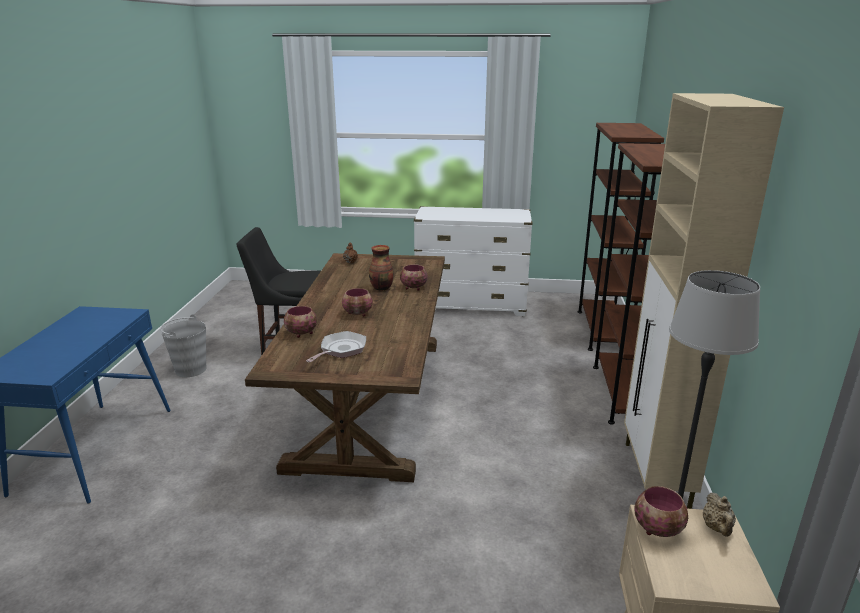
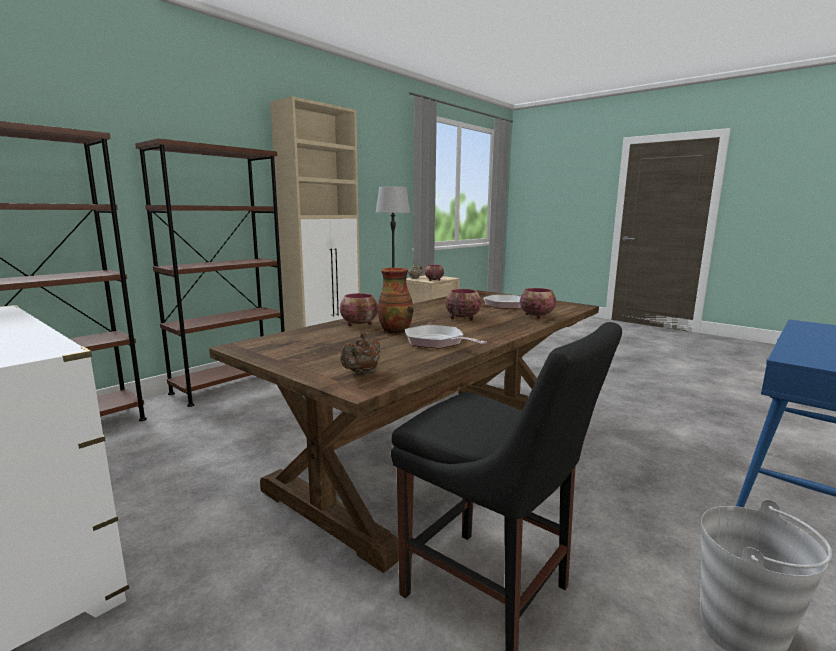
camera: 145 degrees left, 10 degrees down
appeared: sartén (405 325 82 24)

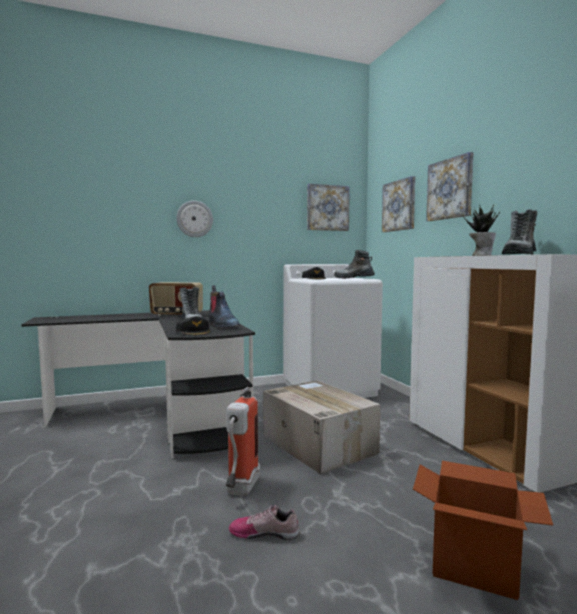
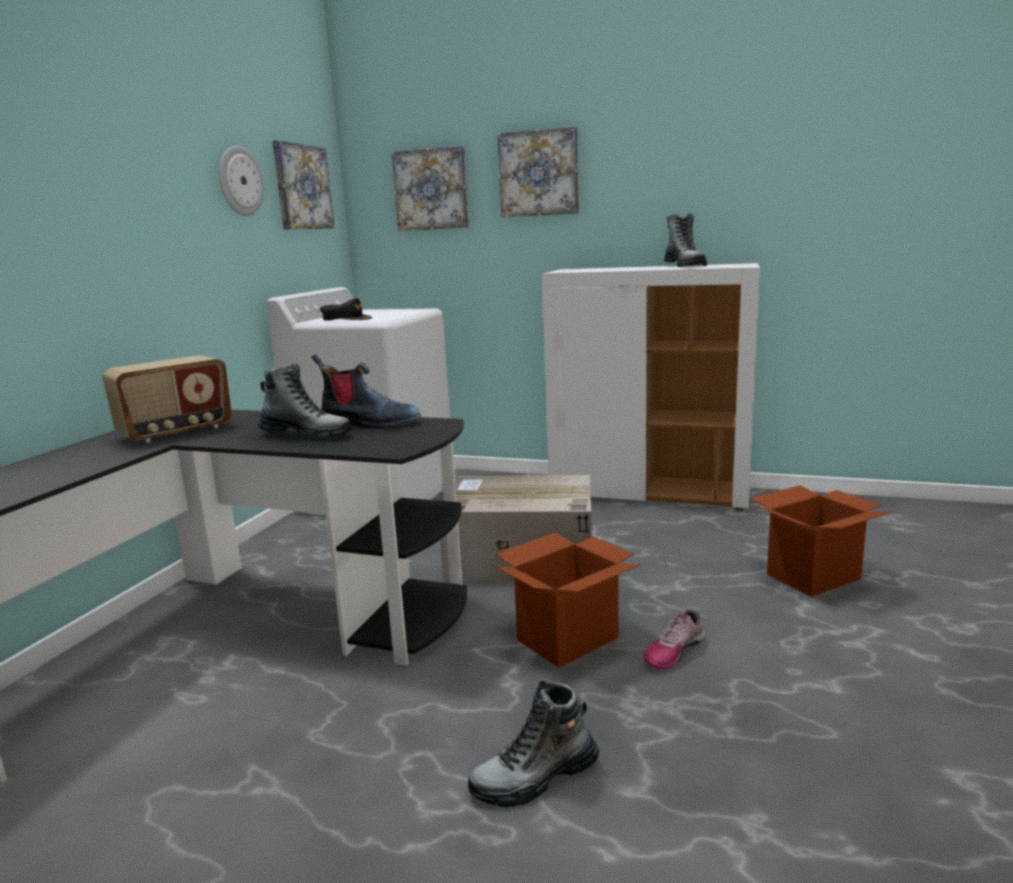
camera: 50 degrees left, 10 degrees up
missing: gorra (negro) (176 316 35 20); planta en maceta (463 205 37 51)
relocated: reloj de pared (176 200 37 37) to (219 146 45 70); bota (334 250 41 29) to (468 679 131 128)
exchanged: extintor (226 387 34 109) to caja de cartón (495 532 146 136)

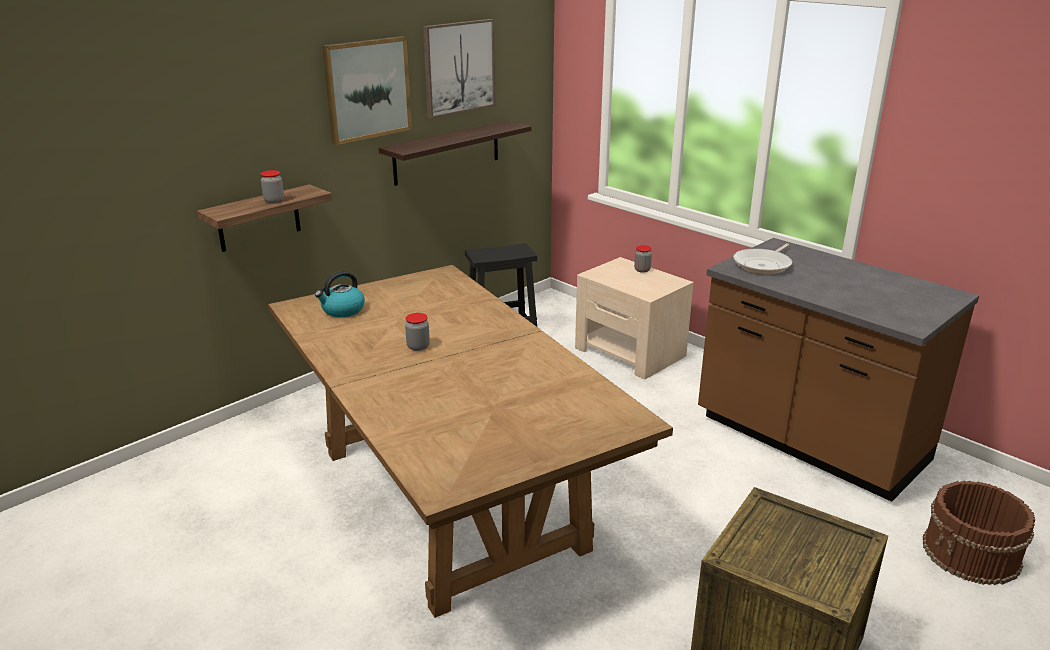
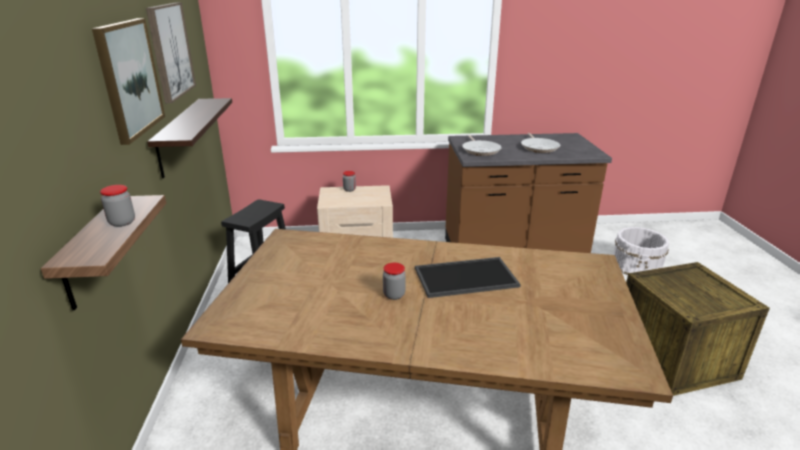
camera: 50 degrees left, 0 degrees up
missing: hervidor (315 271 50 46)
appeared: bandeja (415 257 106 41); sartén (521 133 39 20)
colour: cubo (marrón) (922 480 114 105) to cubo (blanco) (613 227 56 48)

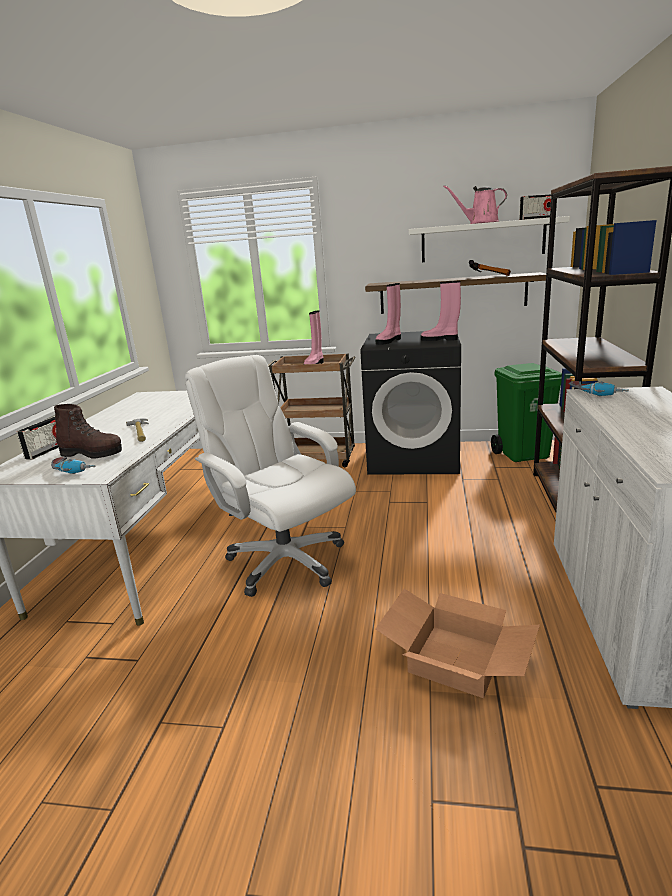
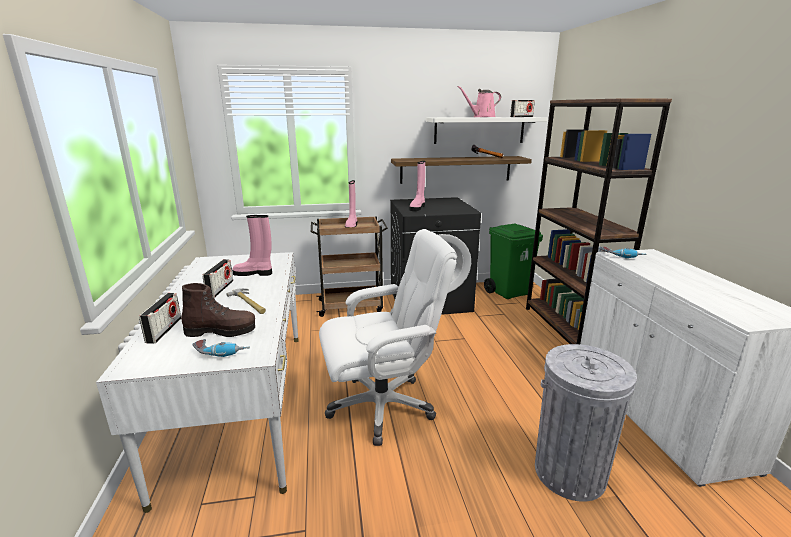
camera: 20 degrees left, 0 degrees up
appeared: radio (203 259 30 39)
relocated: bota (rosa) (421 281 40 60) to (232 215 40 61)
exchanged: caja de cartón (376 589 164 109) to papelera (gris) (535 344 102 158)
spun: silla de oficina (blanco) (185 355 171 242) = (319 229 138 217) 135 degrees clockwise

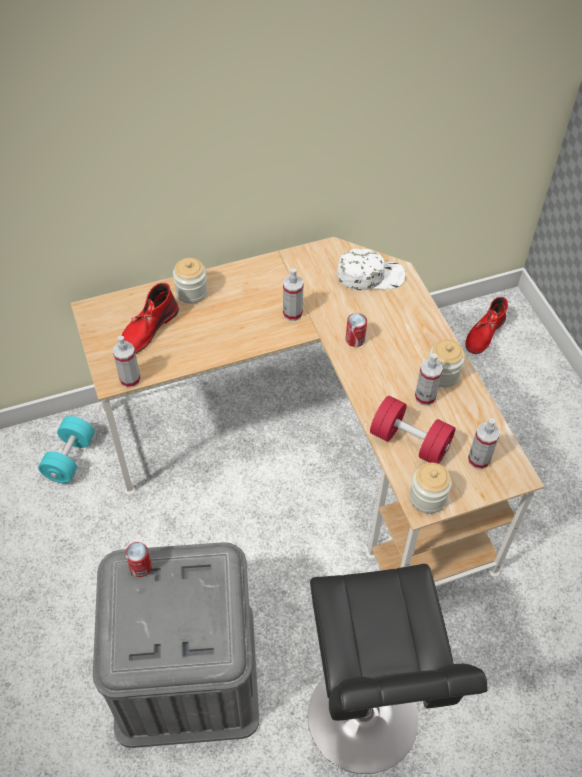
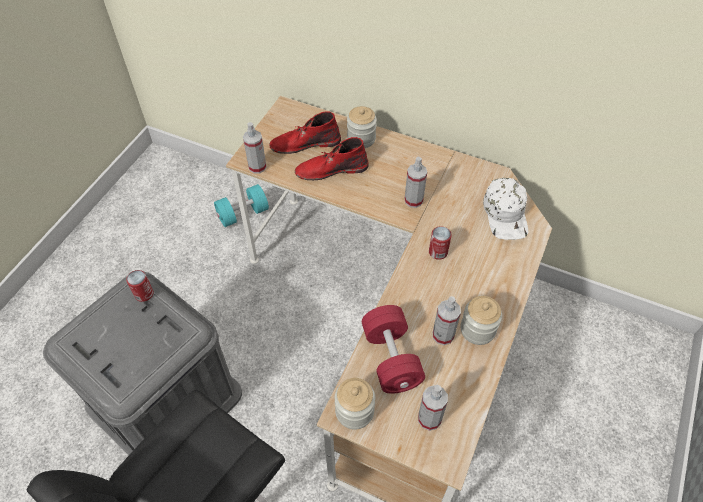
camera: 45 degrees right, 0 degrees up
relocated: bota (rojo) (465 297 43 57) to (295 137 73 43)
spun: gorra (blanco) (337 249 68 41) = (483 178 45 62) 45 degrees clockwise

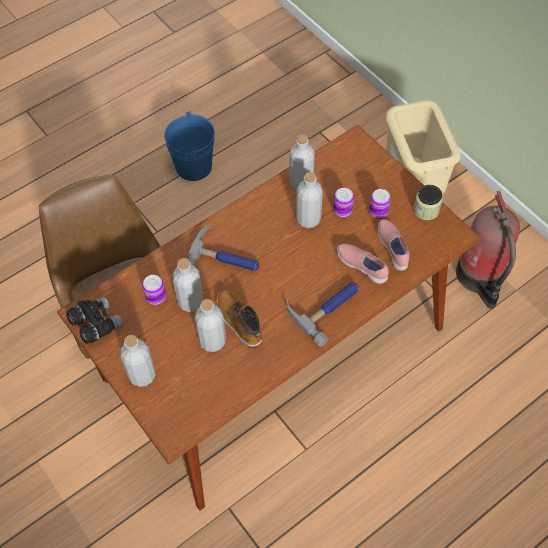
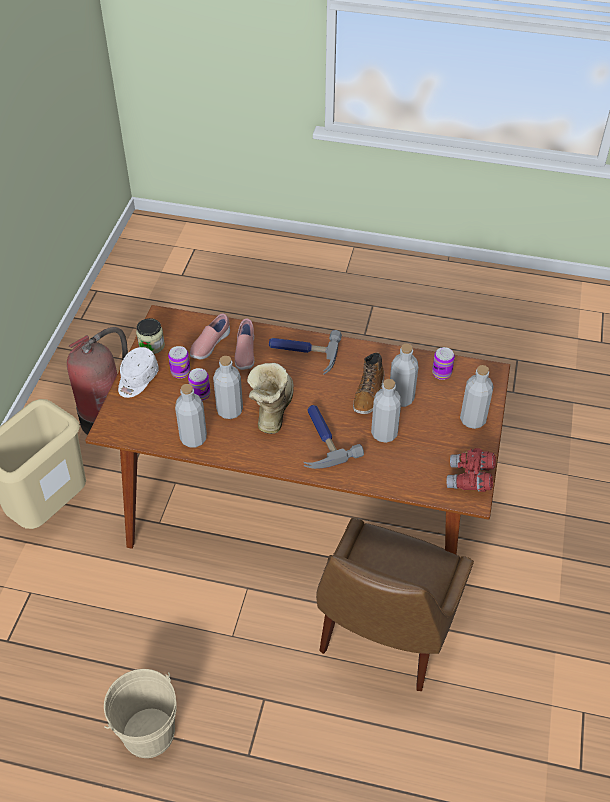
camera: 130 degrees left, 10 degrees down
appeared: gorra (blanco) (118 347 41 51); bota (247 363 47 71)
relocated: lata (142 275 24 30) to (432 347 23 33)
colour: prismáticos (negro) (66 297 57 47) to prismáticos (rojo) (446 448 50 44); cubo (azul) (164 111 51 70) to cubo (beis) (104 669 73 89)

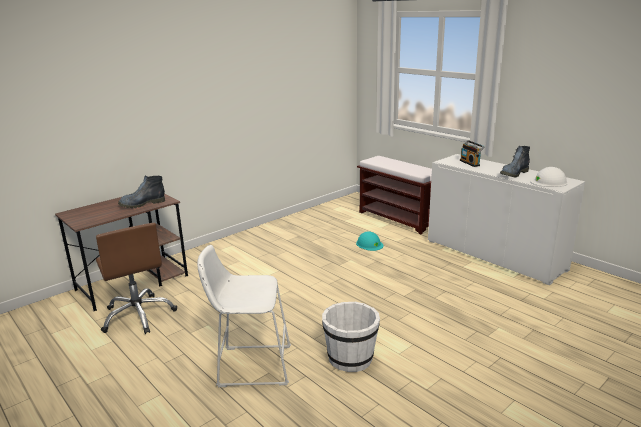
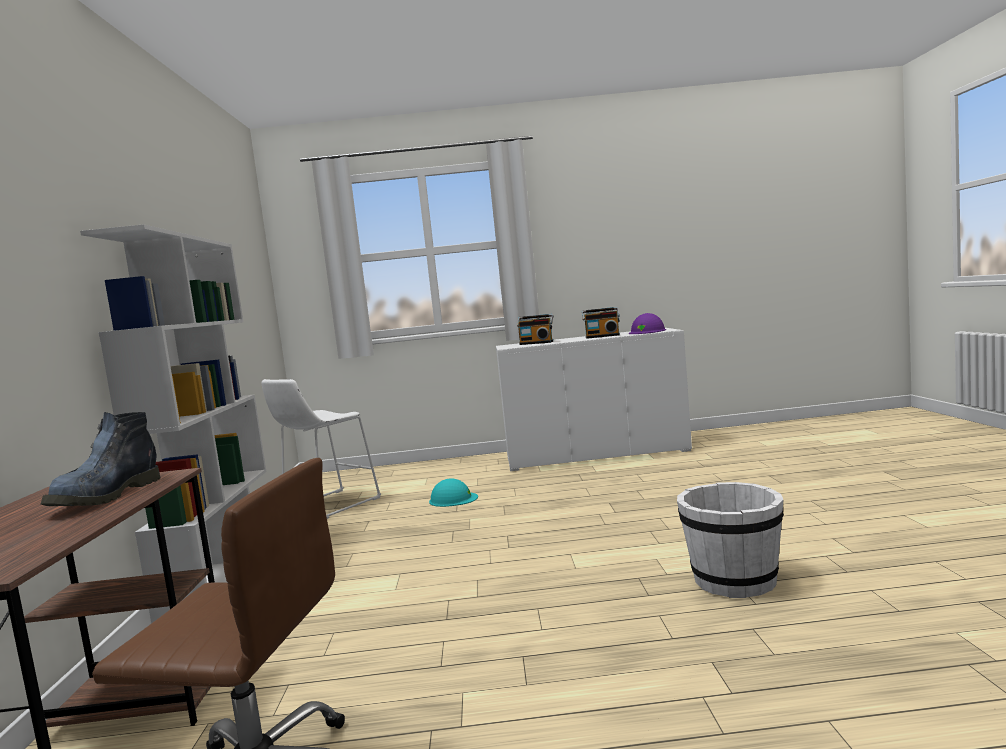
camera: 50 degrees left, 15 degrees down
missing: banco (marrón) (357 156 75 78)
appeared: estantería (blanco) (80 224 187 399)
relocated: taburete (blanco) (197 245 94 142) to (262 379 119 140)
exchanged: bota (500 146 30 31) to radio (582 307 38 32)
colour: casco (blanco) (530 167 38 20) to casco (morado) (629 313 37 21)

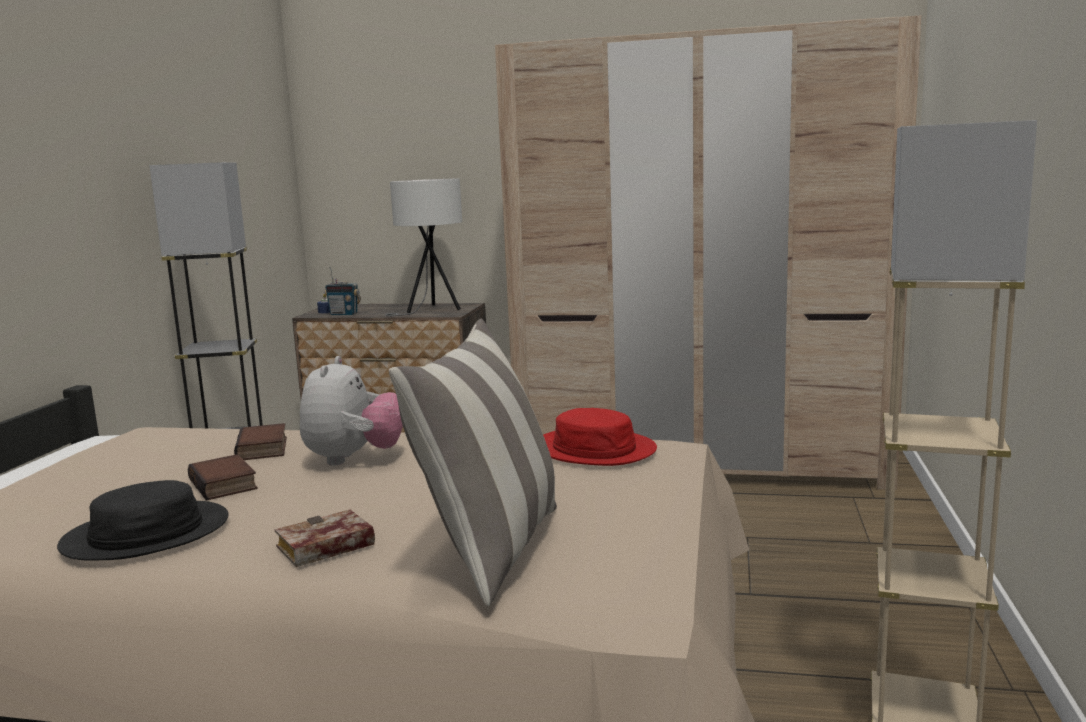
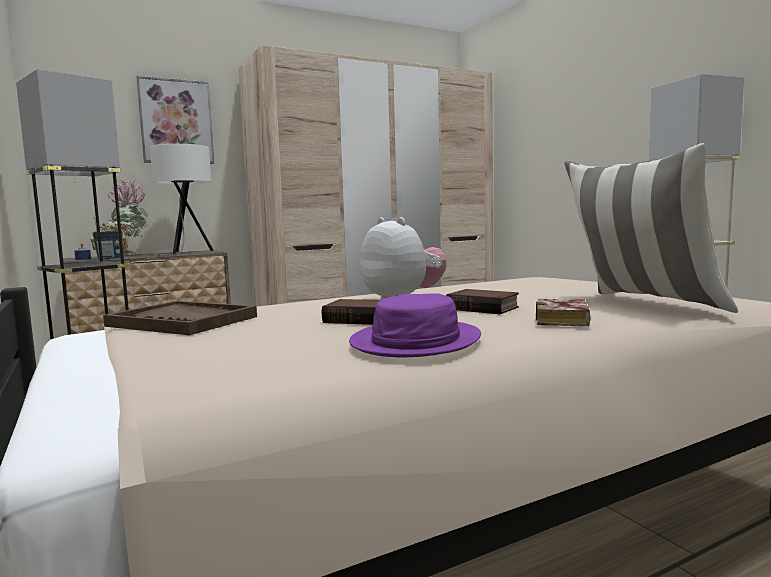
camera: 40 degrees left, 5 degrees down
missing: sombrero (rojo) (543 408 114 58)
appeared: planta en maceta (100 178 48 78); bandeja (marrón) (103 301 154 34); cuadro (137 76 77 88)
relocated: libro (234 423 53 37) to (446 289 73 25)
colour: sombrero (negro) (57 480 172 81) to sombrero (morado) (349 293 132 64)

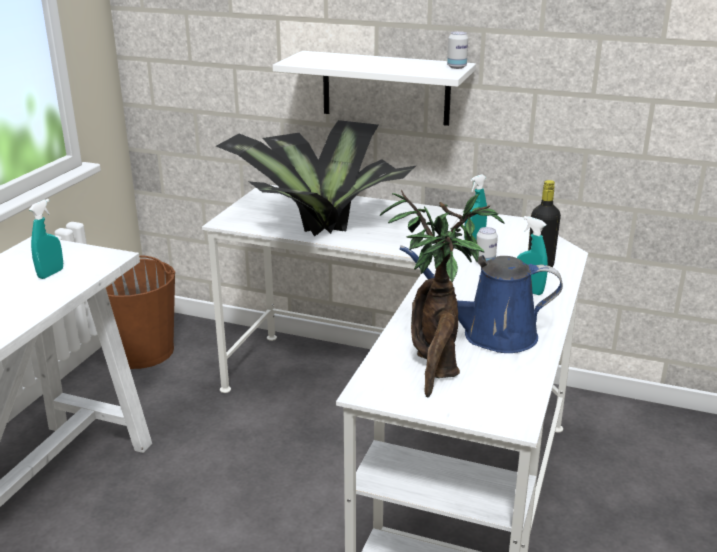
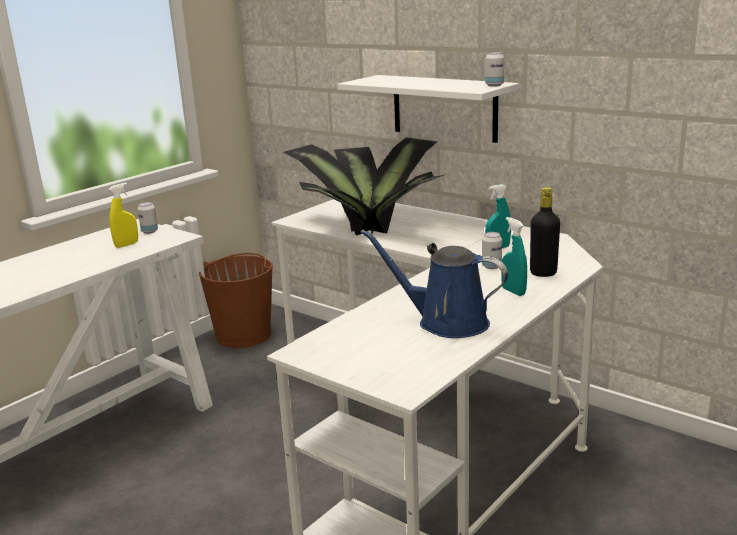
camera: 20 degrees right, 5 degrees down
missing: planta en maceta (380 190 125 208)
appeared: lata (137 202 21 32)
colour: pulverizador (turquesa) (29 199 34 80) to pulverizador (amarillo) (108 183 30 65)

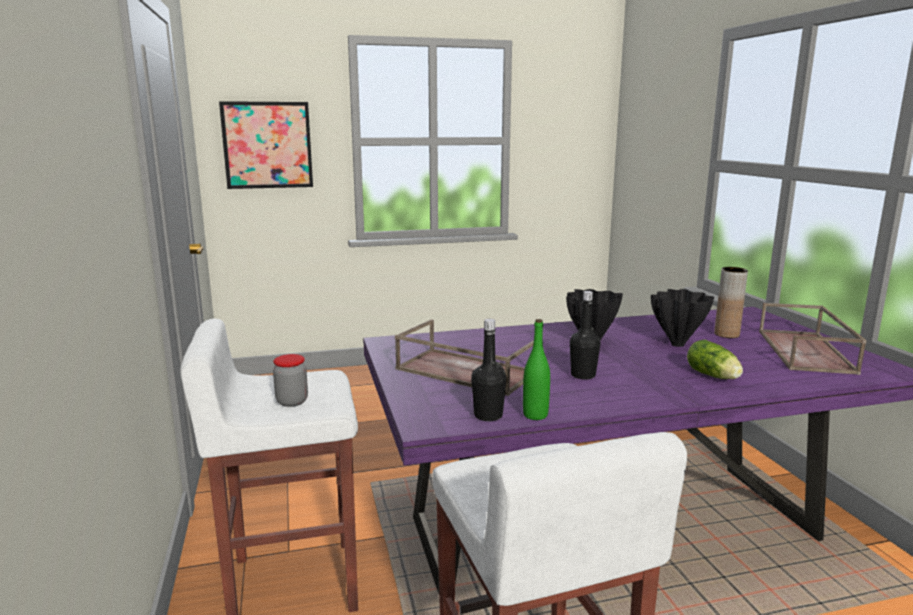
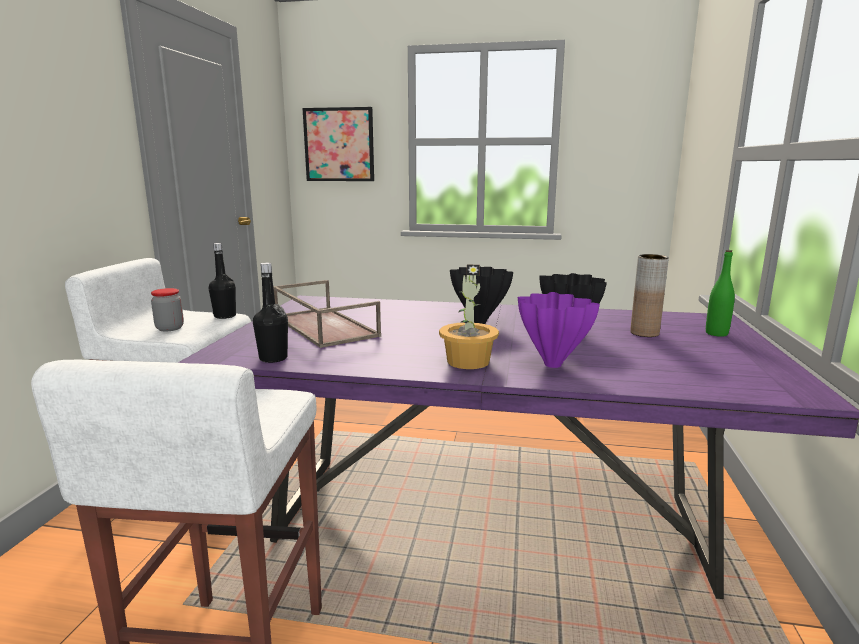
camera: 25 degrees right, 0 degrees up
missing: bandeja (marrón) (759 303 108 72)
appeared: planta en maceta (439 265 60 104)
relocated: botella (verde) (523 319 27 101) to (706 250 29 87); botella (negro) (570 291 31 89) to (209 243 27 76)
exchanged: lechuga (687 340 56 39) to florero (morado) (518 292 82 76)

